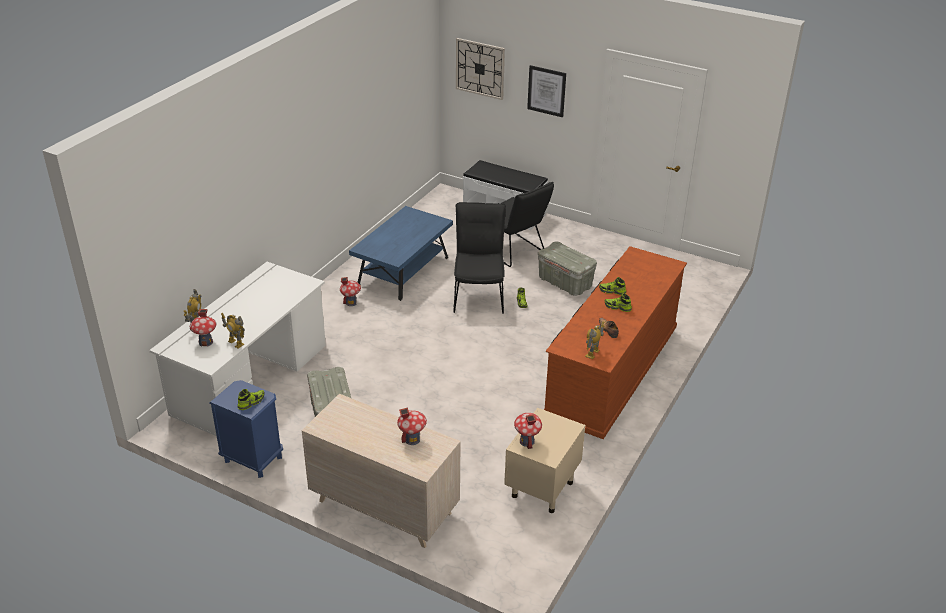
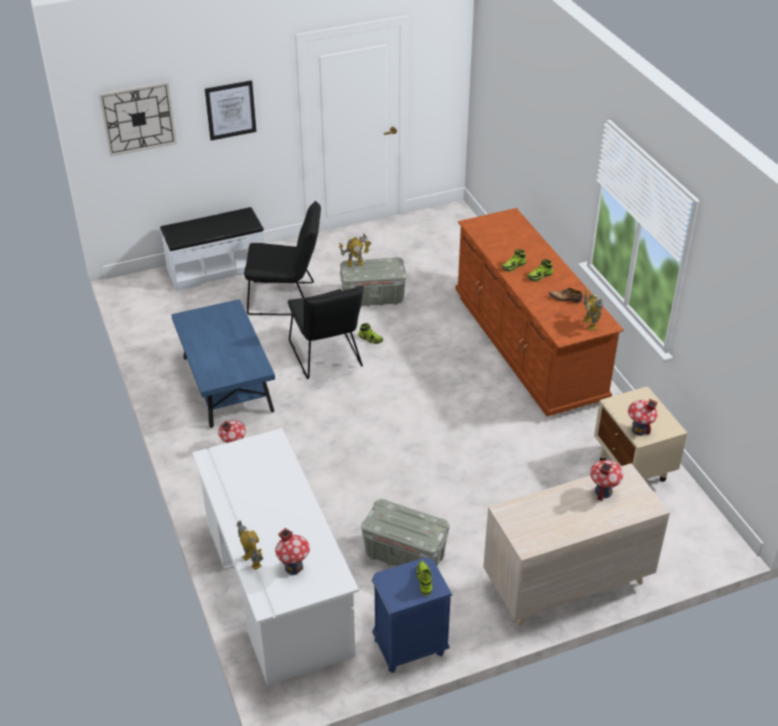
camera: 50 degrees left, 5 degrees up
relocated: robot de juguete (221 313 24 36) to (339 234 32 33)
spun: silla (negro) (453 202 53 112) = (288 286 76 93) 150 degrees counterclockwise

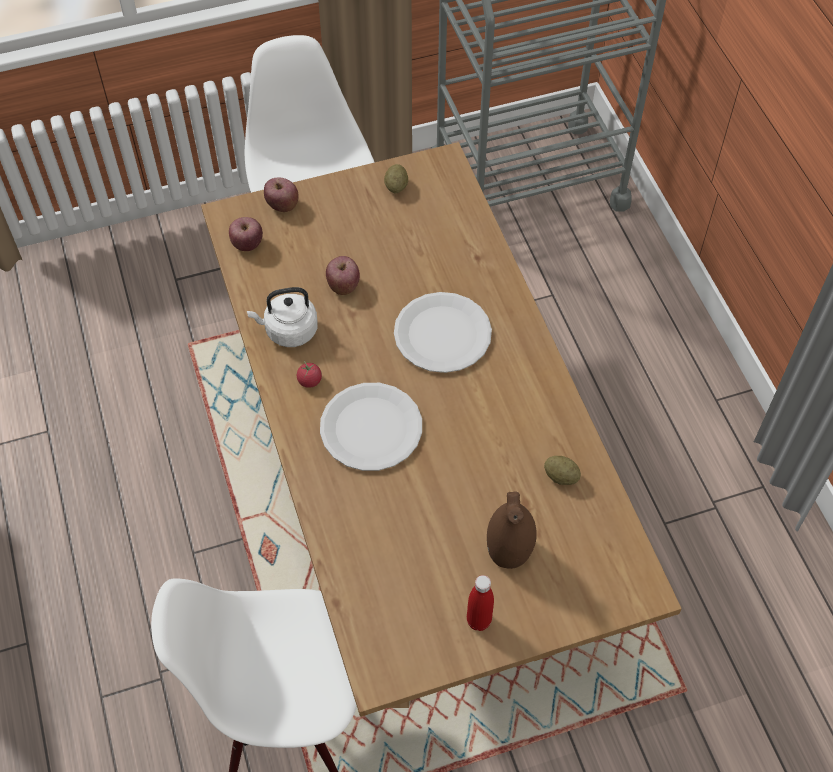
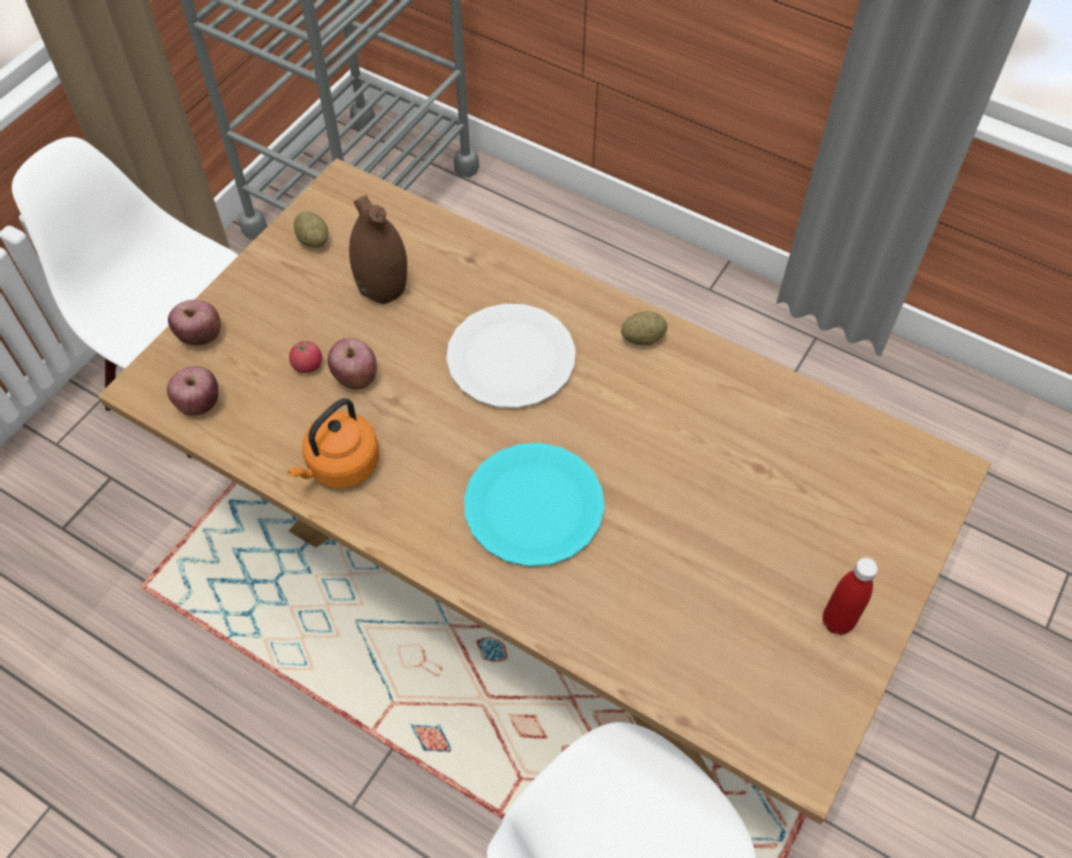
camera: 40 degrees left, 0 degrees up
relocated: tomate (297 361 25 27) to (289 340 33 33); florero (marrón) (487 491 50 78) to (349 195 58 109); patata (544 456 37 29) to (621 311 47 35)
colour: hervidor (blanco) (247 287 71 60) to hervidor (naranja) (288 398 91 91); plato (blanco) (320 383 102 88) to plato (turquesa) (464 443 141 123)

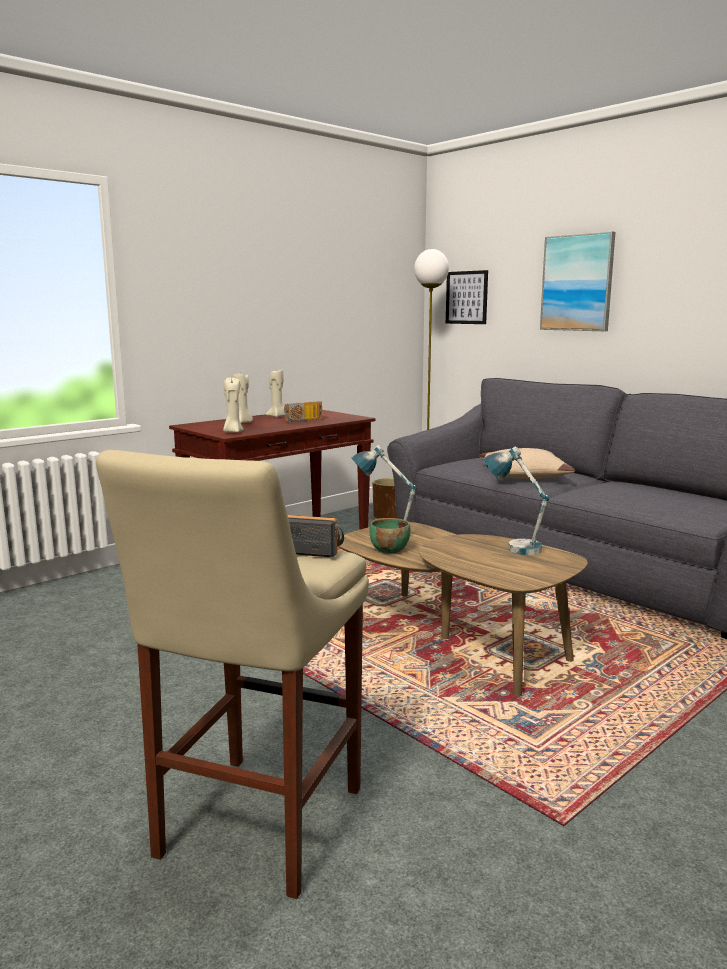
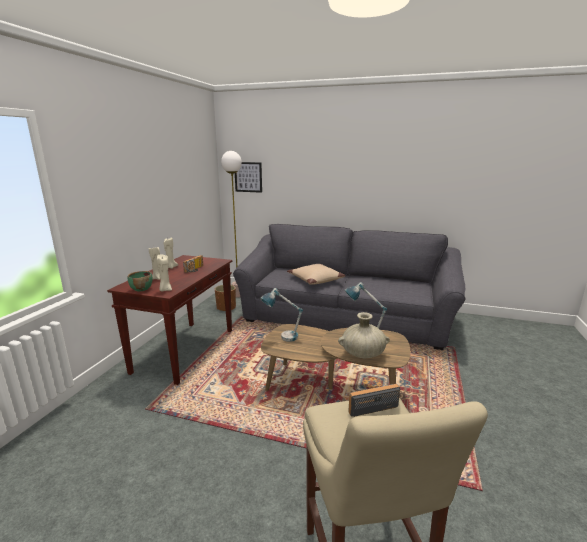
camera: 30 degrees left, 5 degrees up
missing: cuadro (540 231 75 100)
appeared: florero (beis) (338 312 52 46)
relocated: cuenco (verde) (370 518 40 36) to (128 271 24 20)

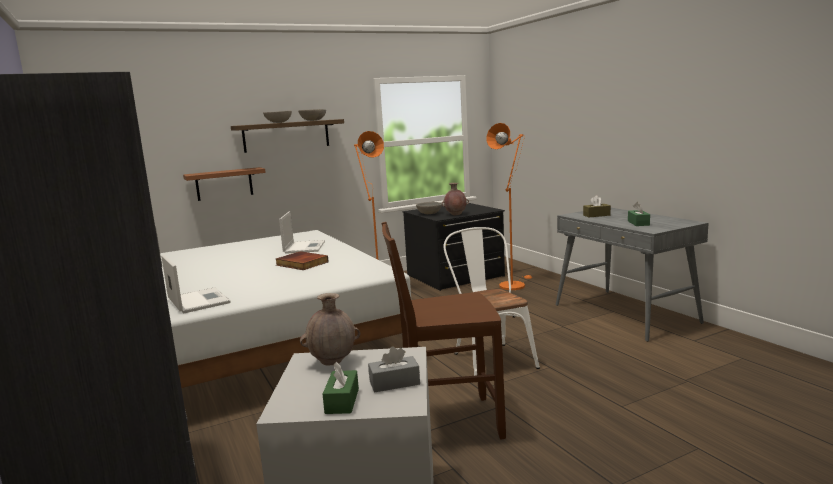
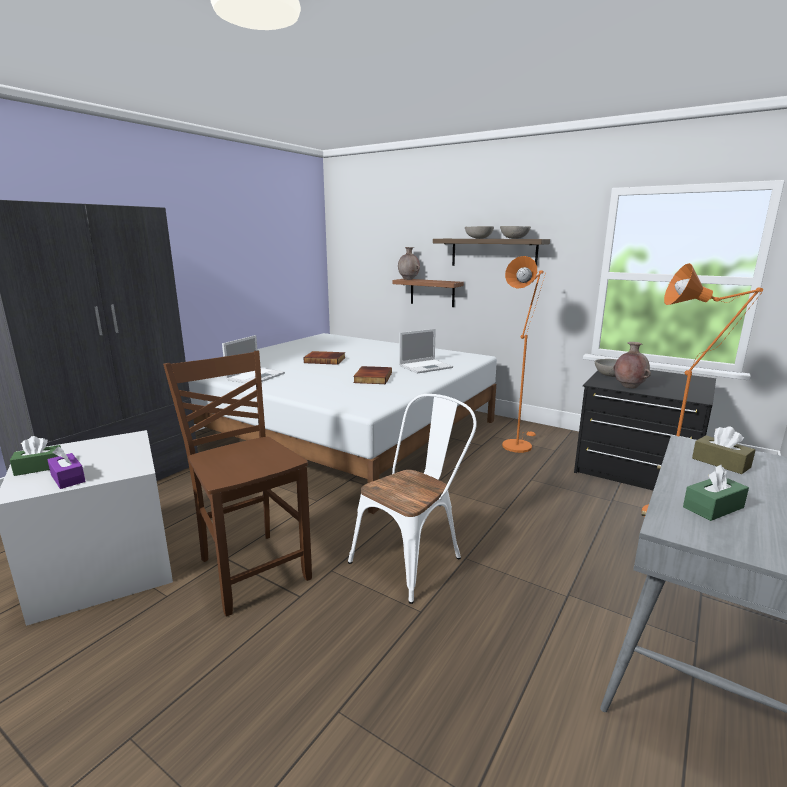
camera: 60 degrees right, 5 degrees up
appeared: libro (303 351 42 14)
relocated: florero (marrón) (300 293 60 73) to (398 247 22 33)
colour: caja de pañuelos (gris) (368 346 52 47) to caja de pañuelos (morado) (47 447 38 42)

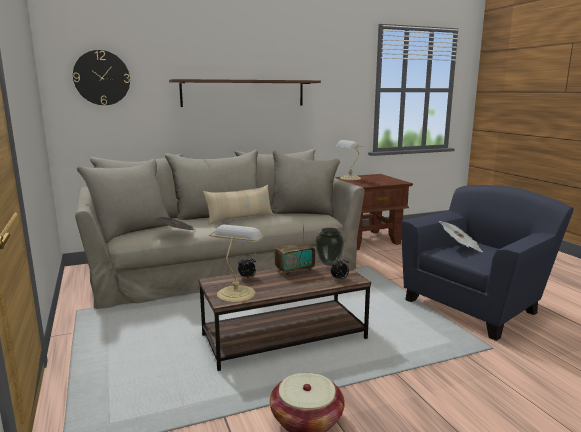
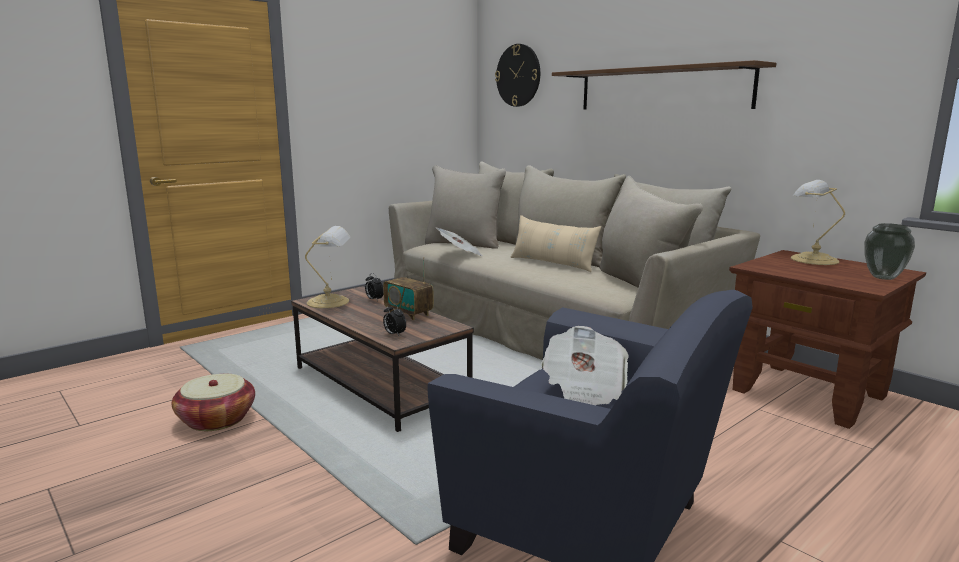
camera: 70 degrees right, 0 degrees up
relocated: florero (315 228 29 38) to (864 223 51 57)

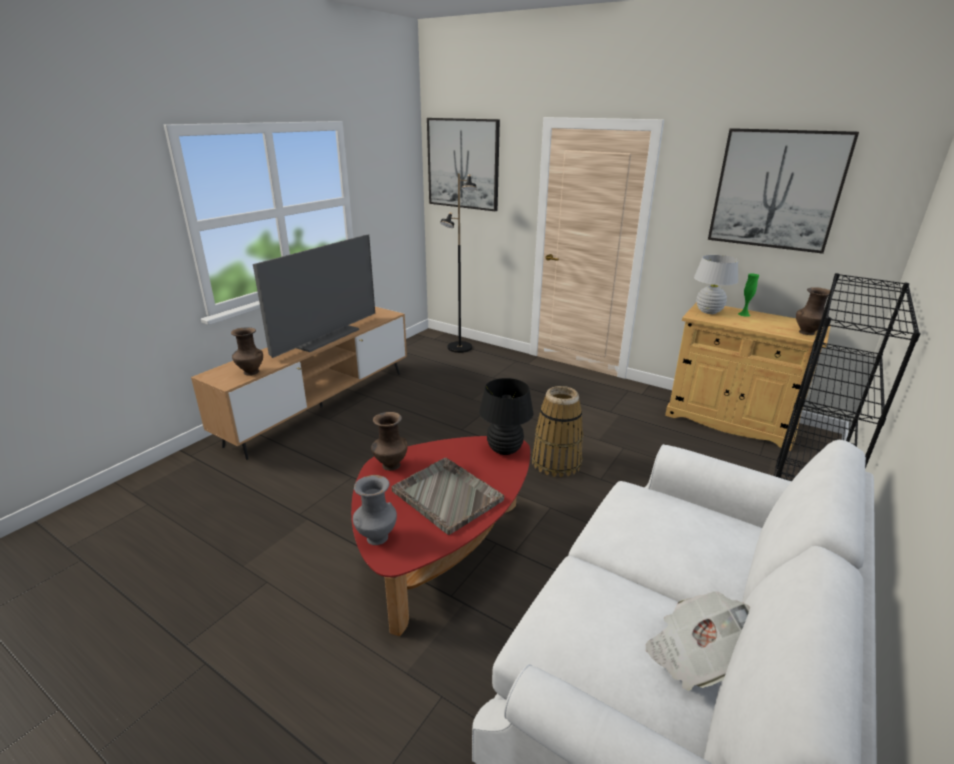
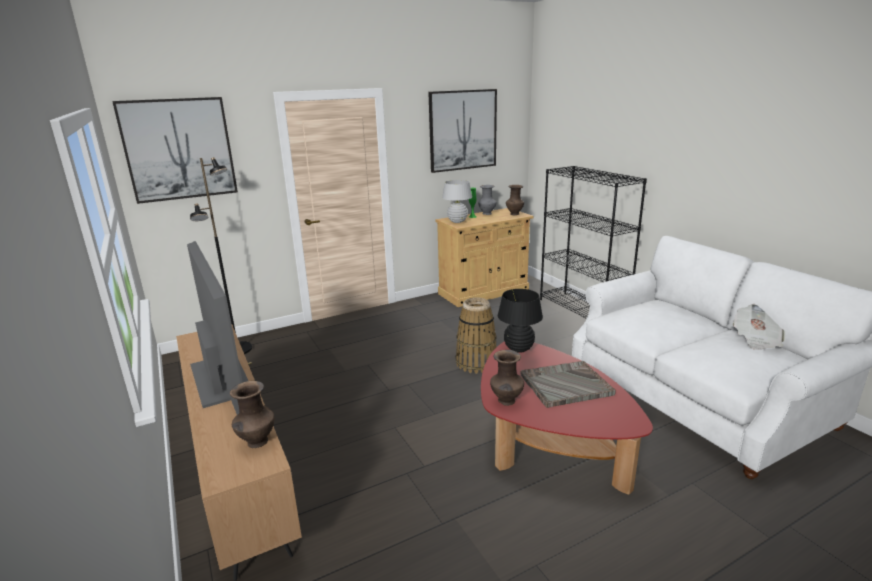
camera: 60 degrees left, 5 degrees down
relocated: florero (gris) (353 475 44 70) to (478 185 19 30)

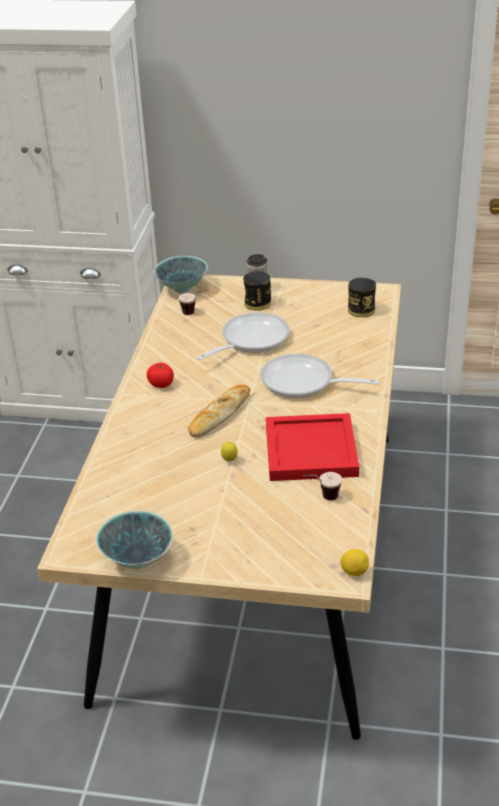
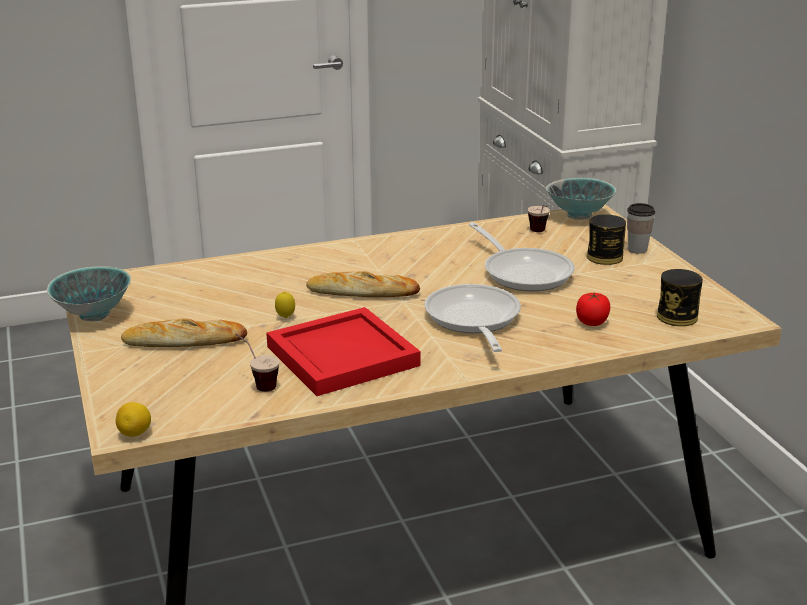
camera: 60 degrees right, 10 degrees down
appeared: pan (121 318 126 29)
relocated: tomate (147 363 27 25) to (576 293 34 33)
spun: sartén (197 313 93 47) = (469 222 106 69) 45 degrees clockwise

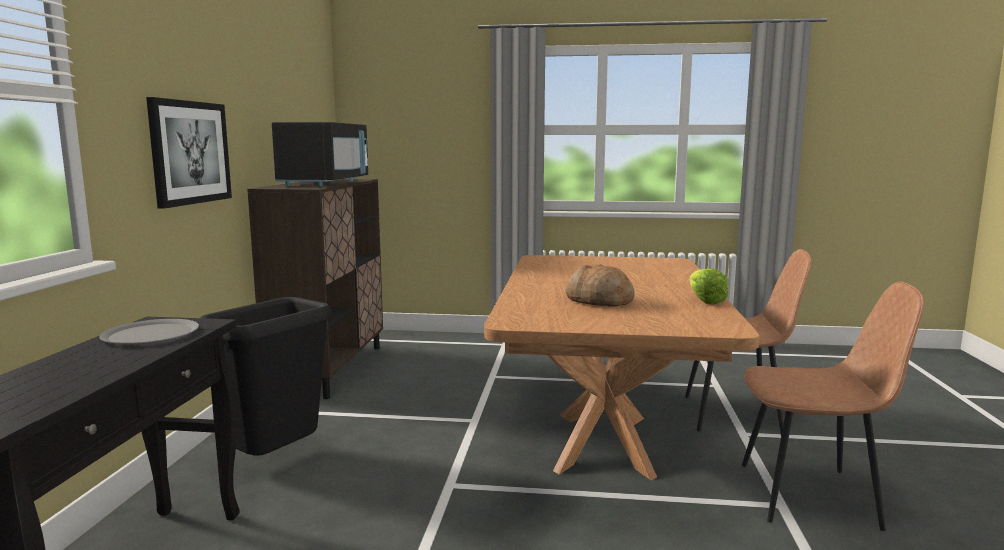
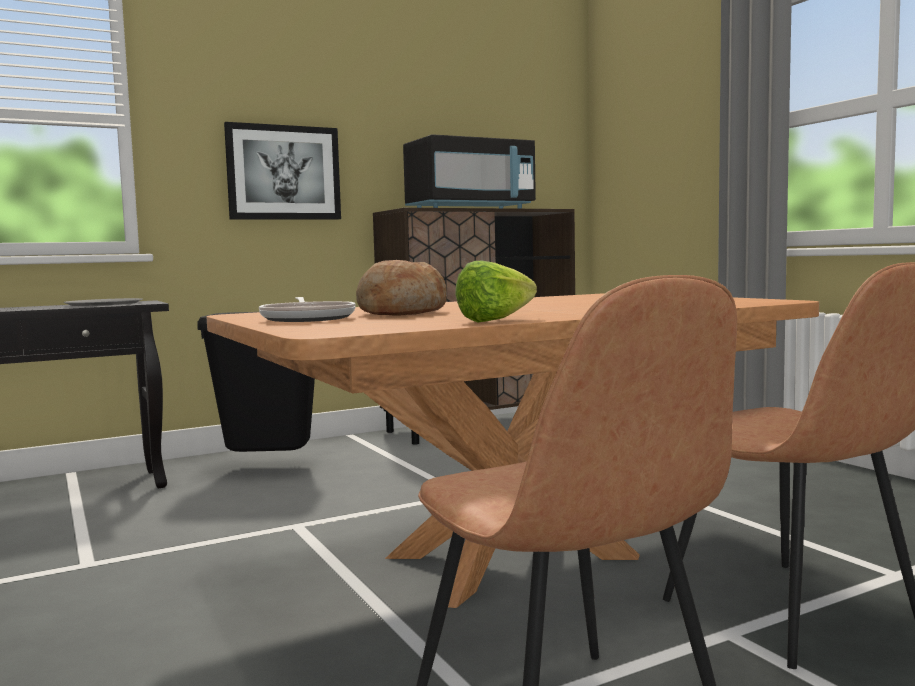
camera: 55 degrees right, 5 degrees down
appeared: sartén (259 297 97 25)

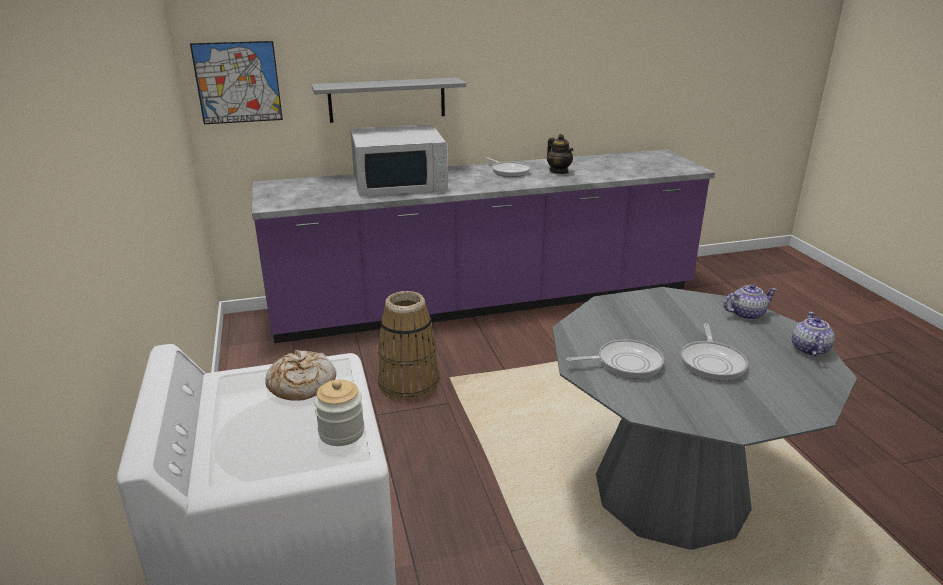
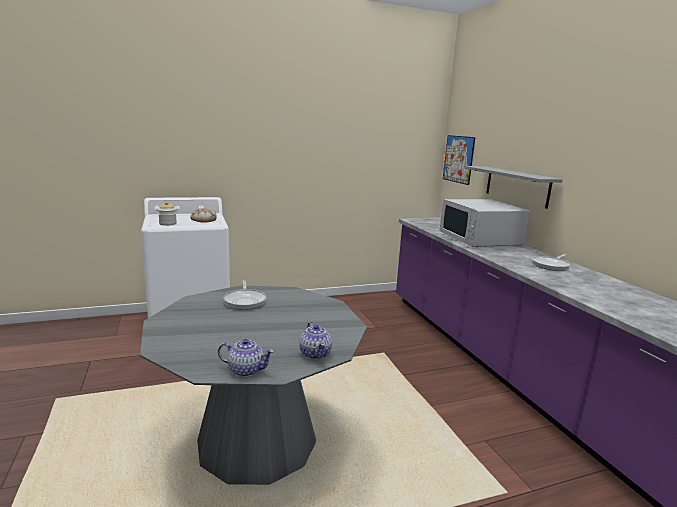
camera: 85 degrees right, 10 degrees down
missing: cesta (378 291 61 111); tetera (547 134 26 40); sartén (681 324 67 57)

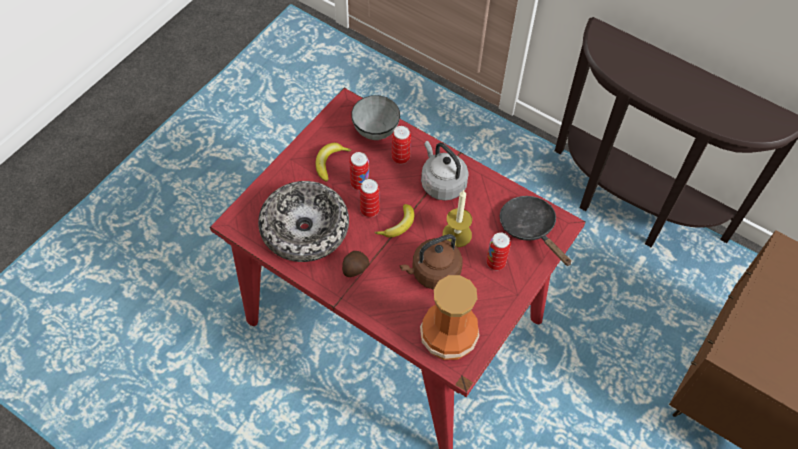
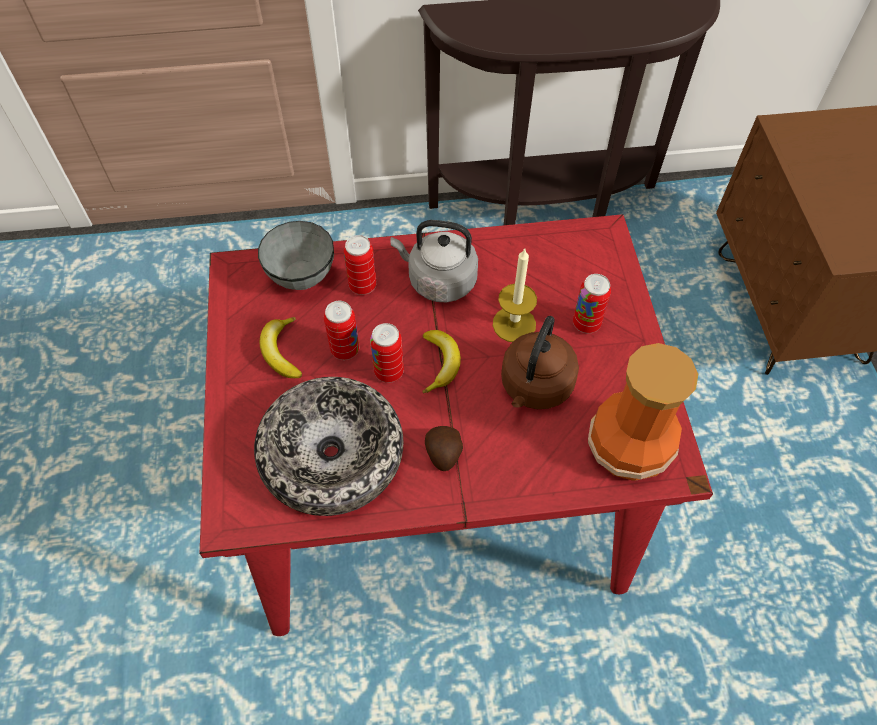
camera: 40 degrees left, 0 degrees up
missing: sartén (negro) (500 196 72 70)

